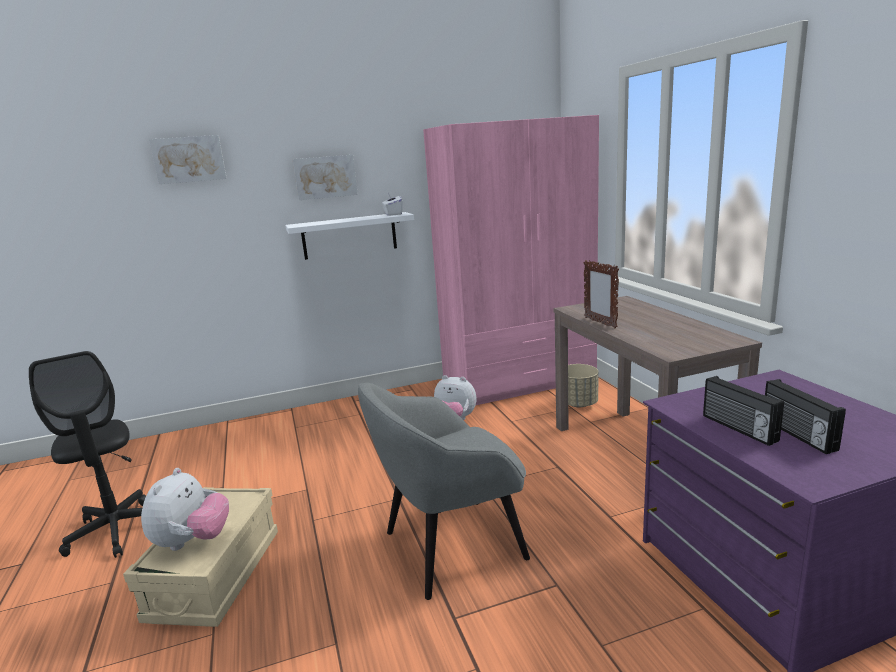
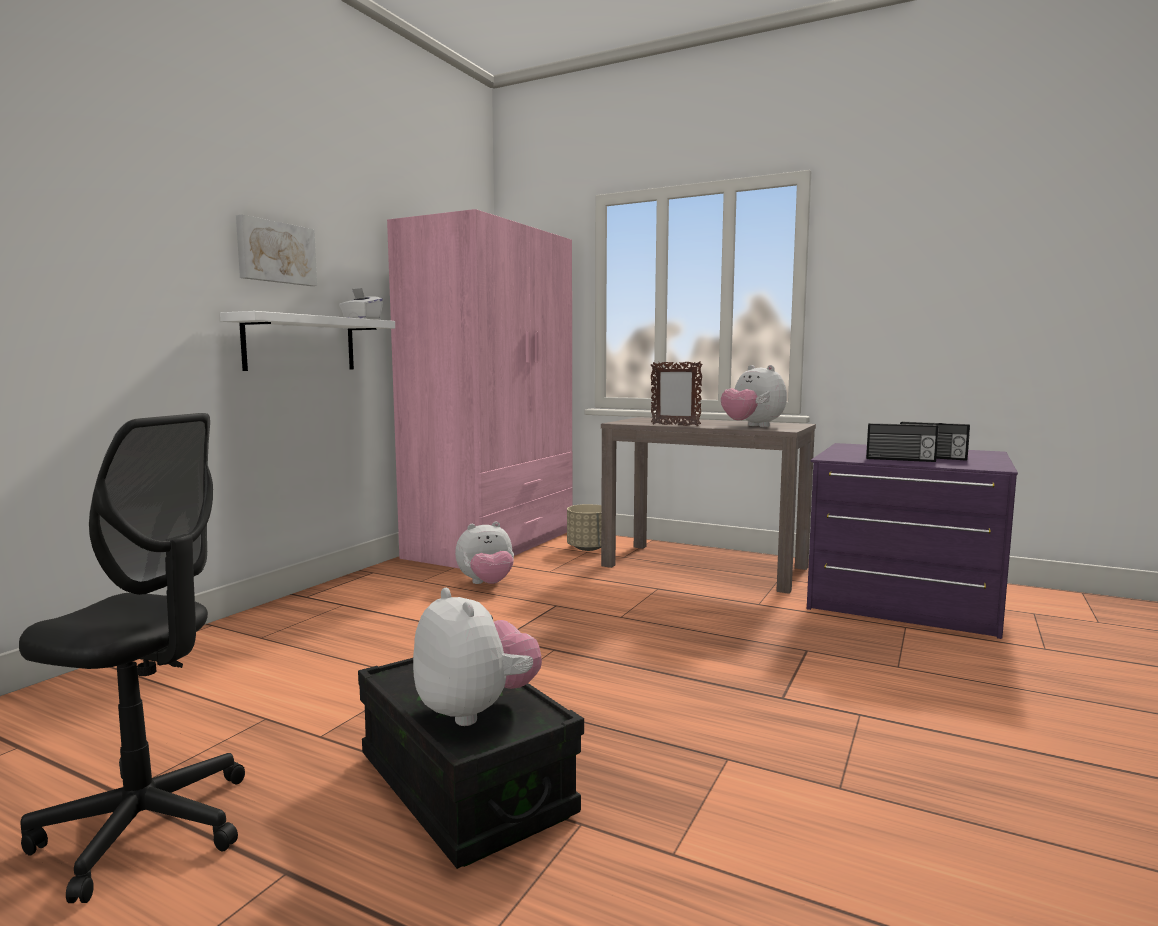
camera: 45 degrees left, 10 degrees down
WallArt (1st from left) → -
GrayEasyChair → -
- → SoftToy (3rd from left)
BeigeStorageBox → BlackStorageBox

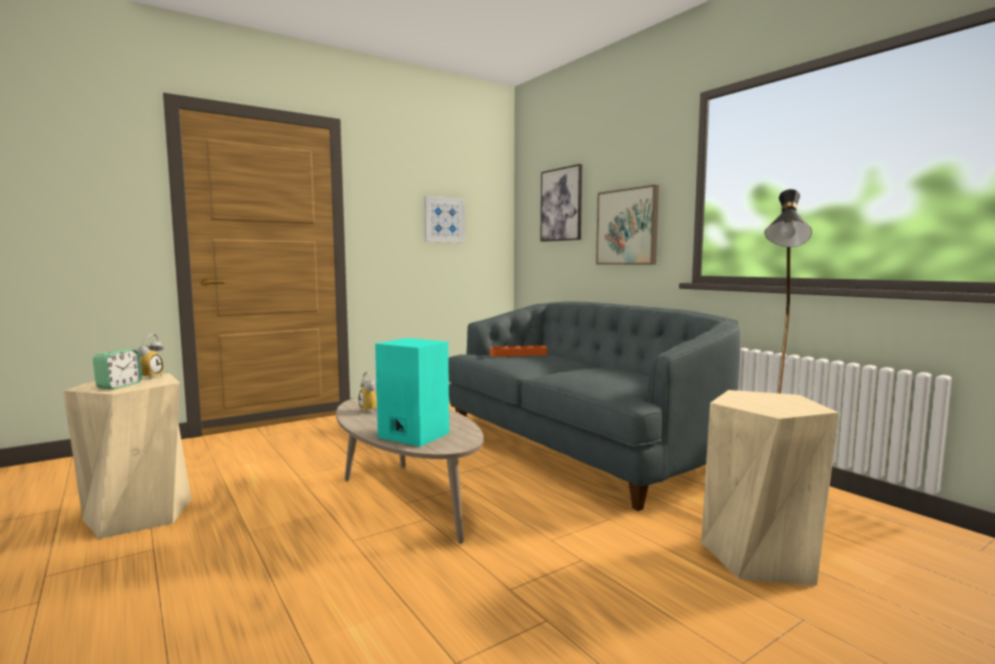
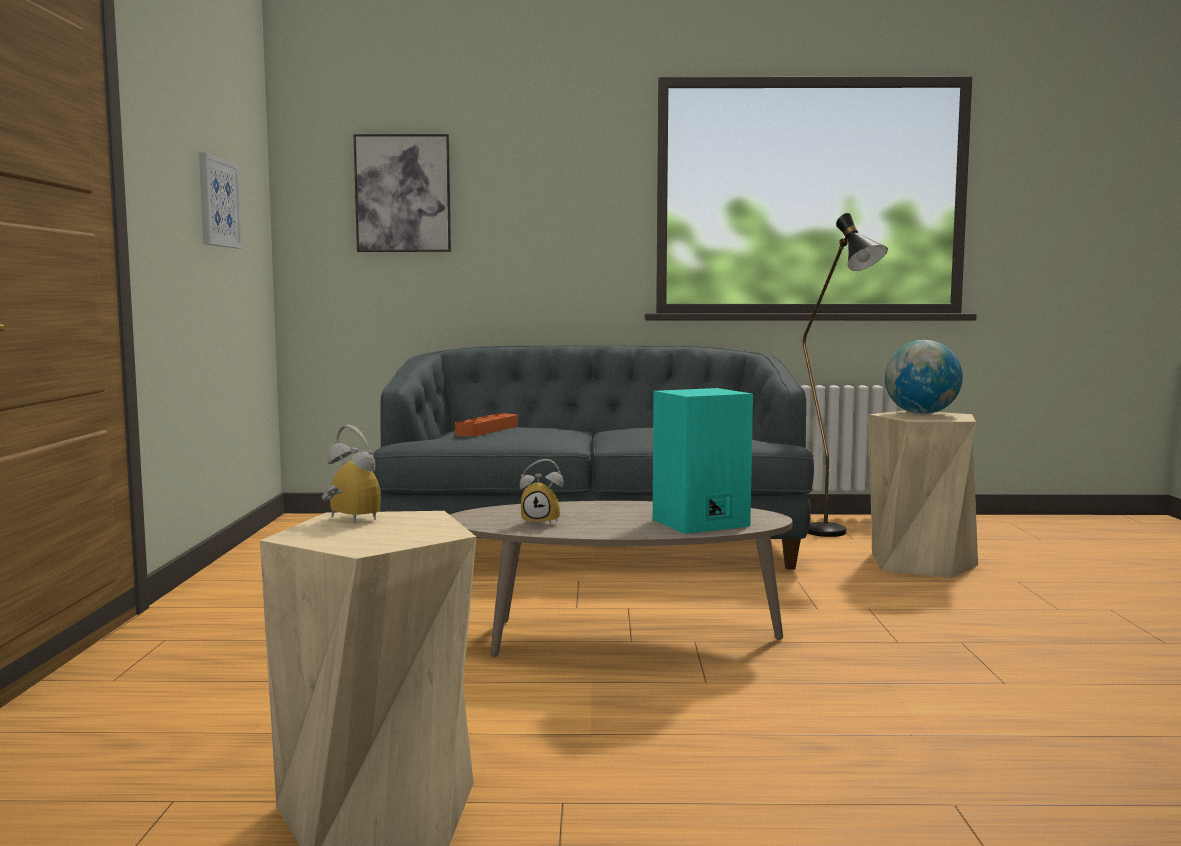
camera: 55 degrees left, 0 degrees up
TableClock (1st from left) → -
WallArt (3rd from left) → -
- → WorldGlobe

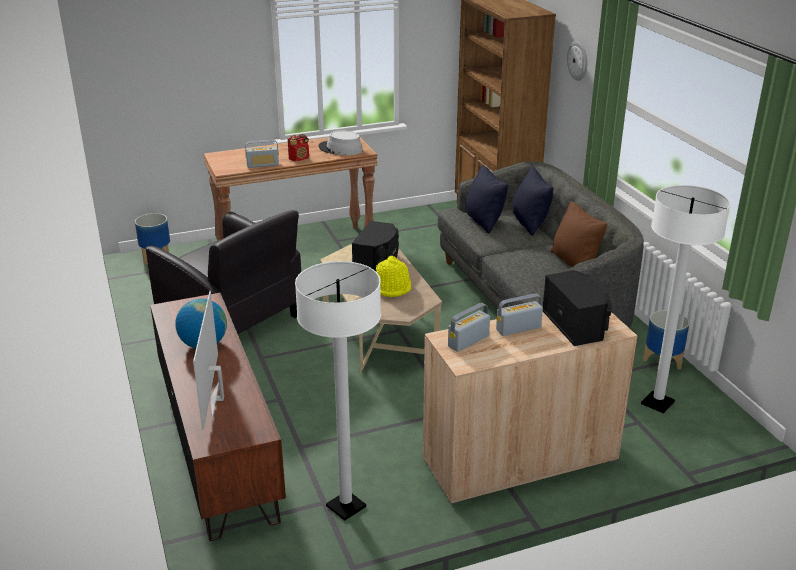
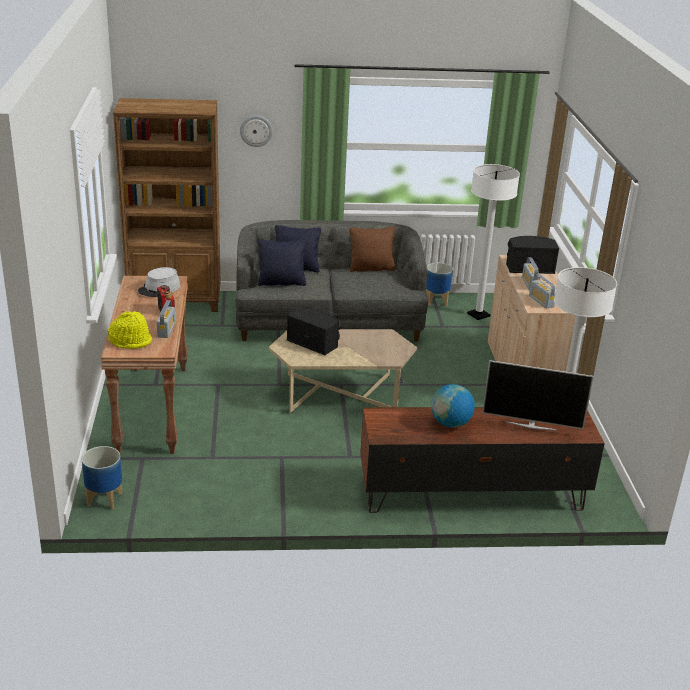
camera: 75 degrees left, 0 degrees up
BlackEasyChair → -
YellowishHat, moved

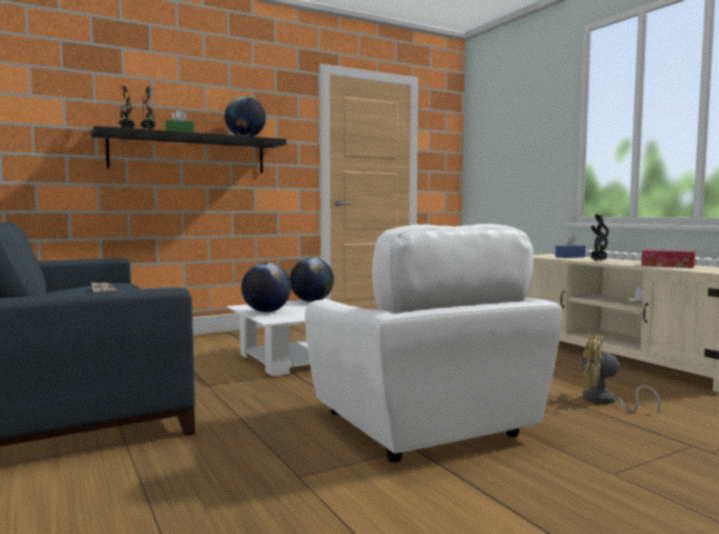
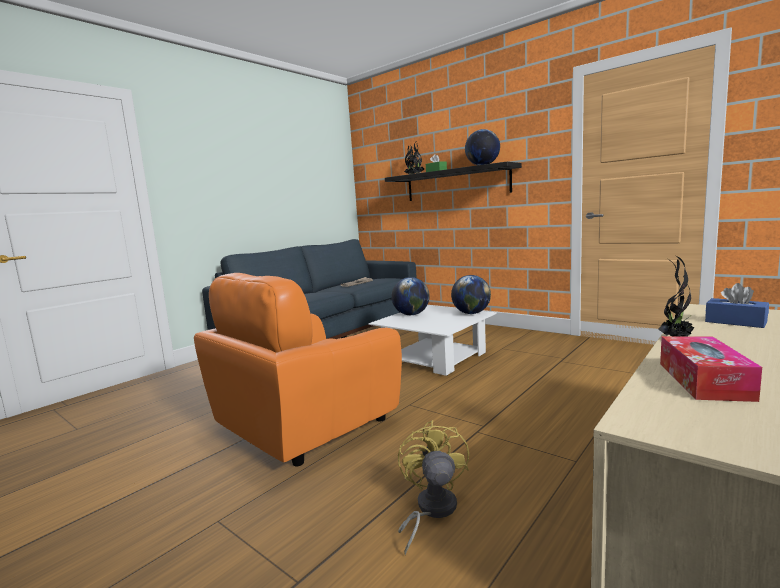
camera: 70 degrees right, 5 degrees up
WhitishEasyChair → OrangeColouredEasyChair

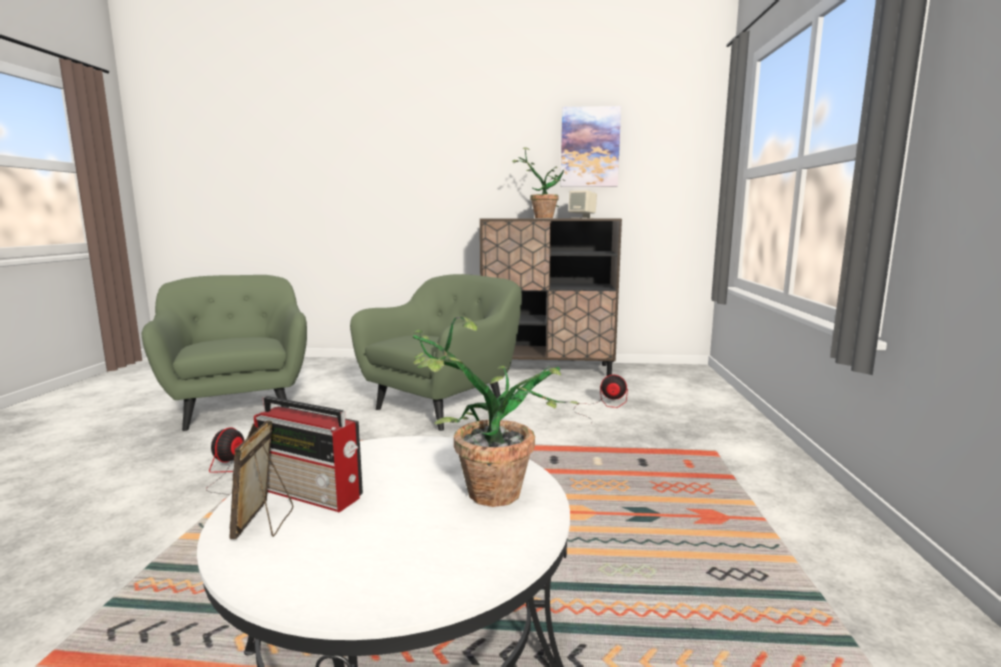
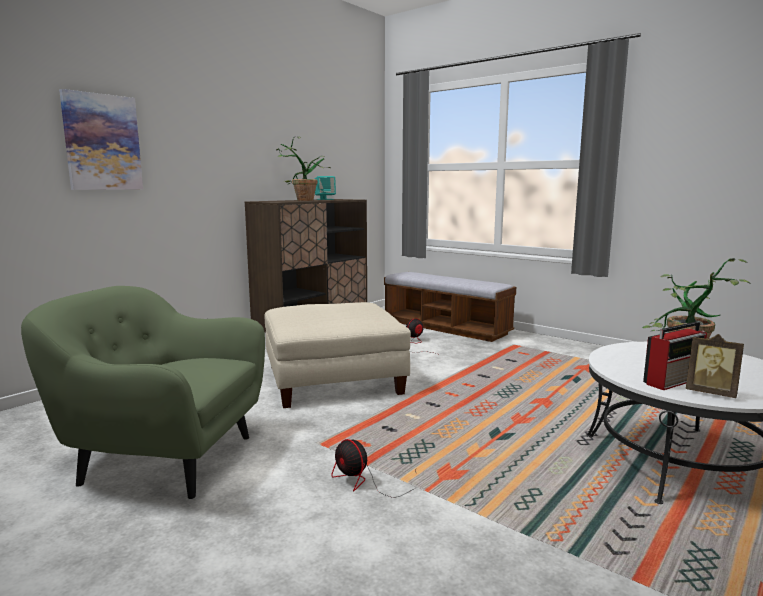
camera: 55 degrees left, 0 degrees up
- → Bench
WallArt, moved
GreenishEasyChair (2nd from left) → BeigeFootrest
BeigeAudioSpeaker → TurquoiseAudioSpeaker

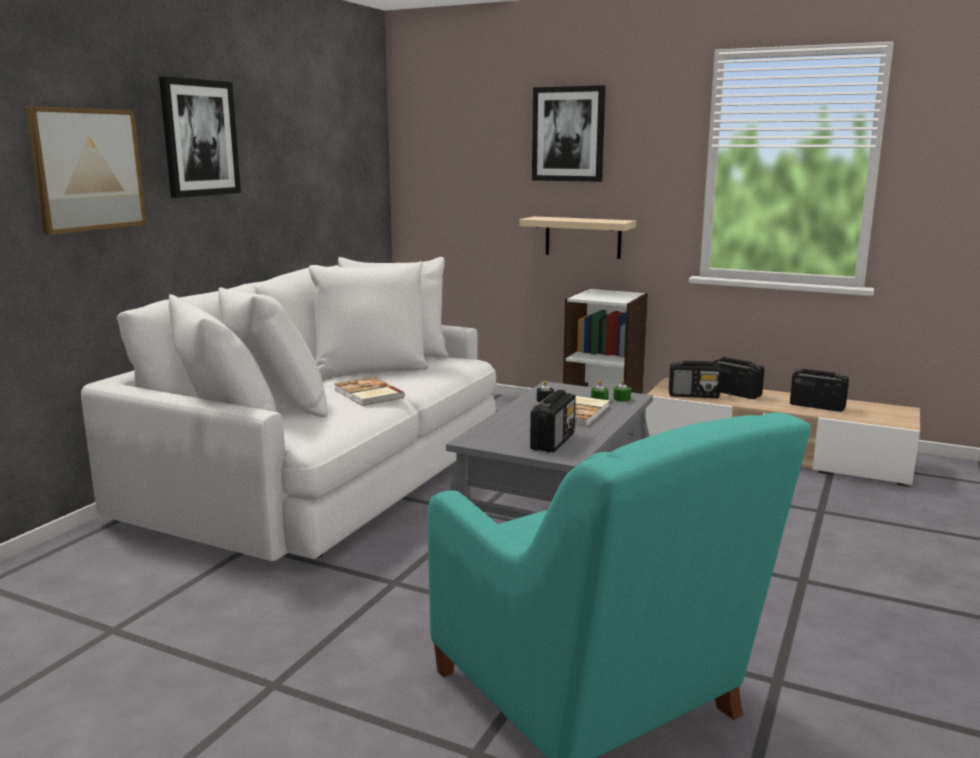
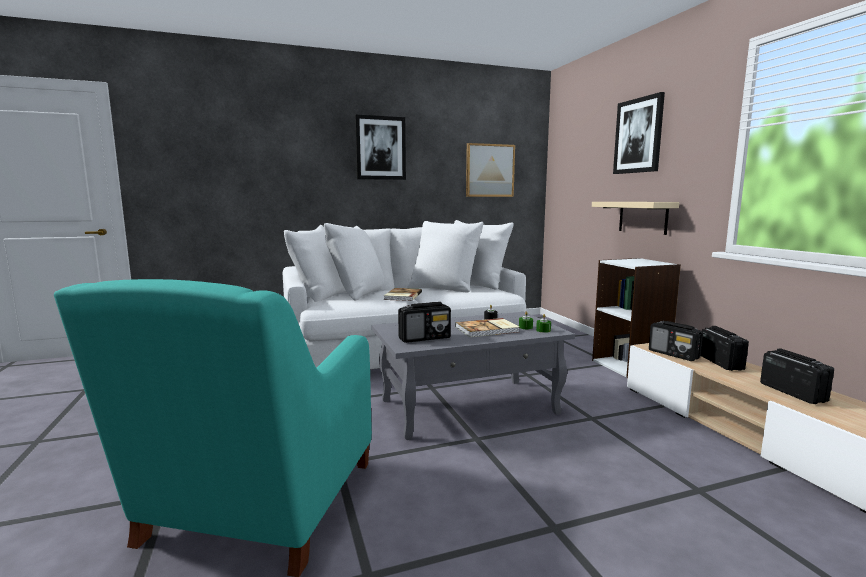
camera: 45 degrees right, 5 degrees down
WallArt (1st from left in the first image) → WallArt (2nd from left), moved

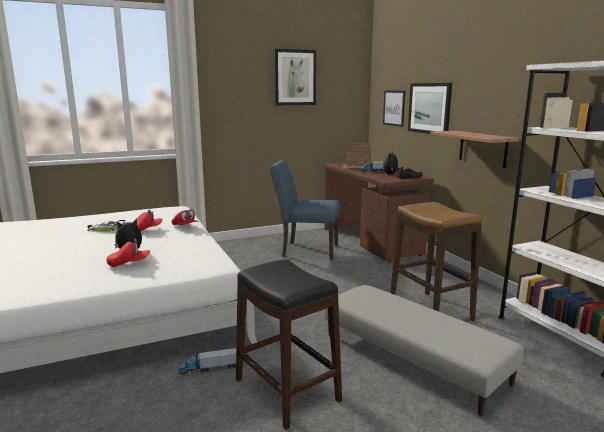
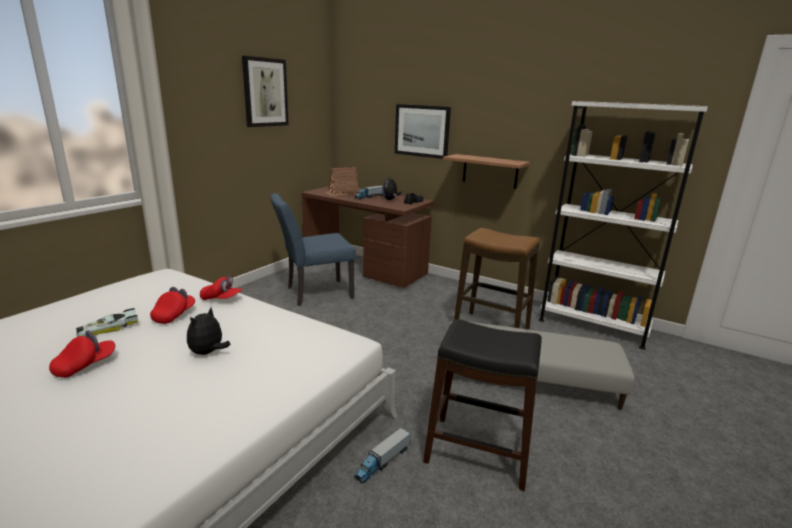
camera: 35 degrees left, 5 degrees up
WallArt (2nd from left) → -
RedColouredCap (1st from left), moved

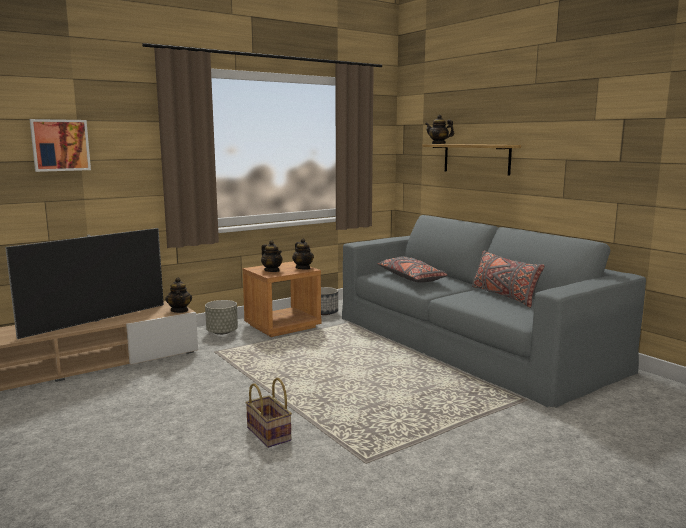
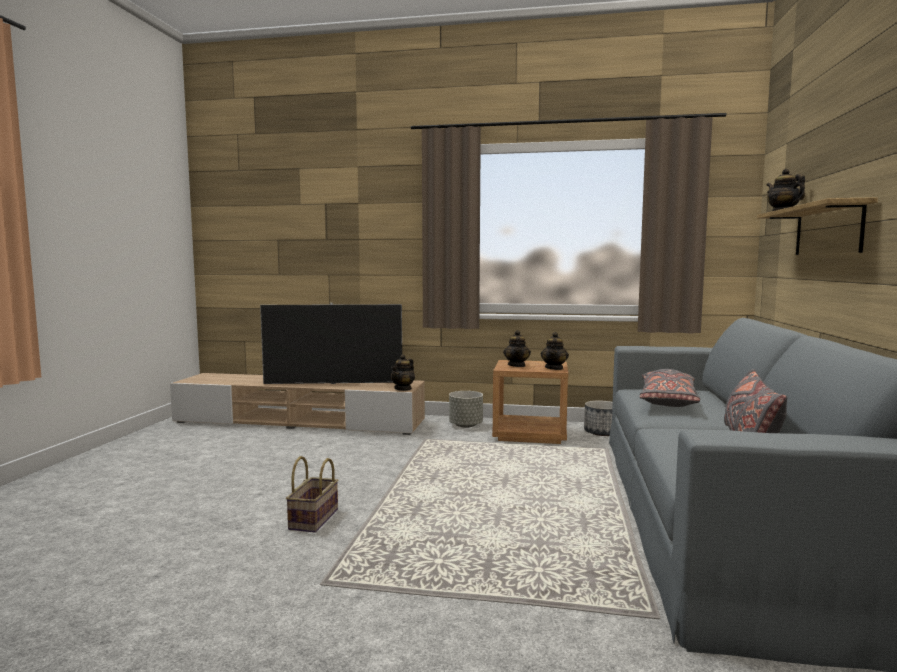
camera: 45 degrees right, 5 degrees down
WallArt → -

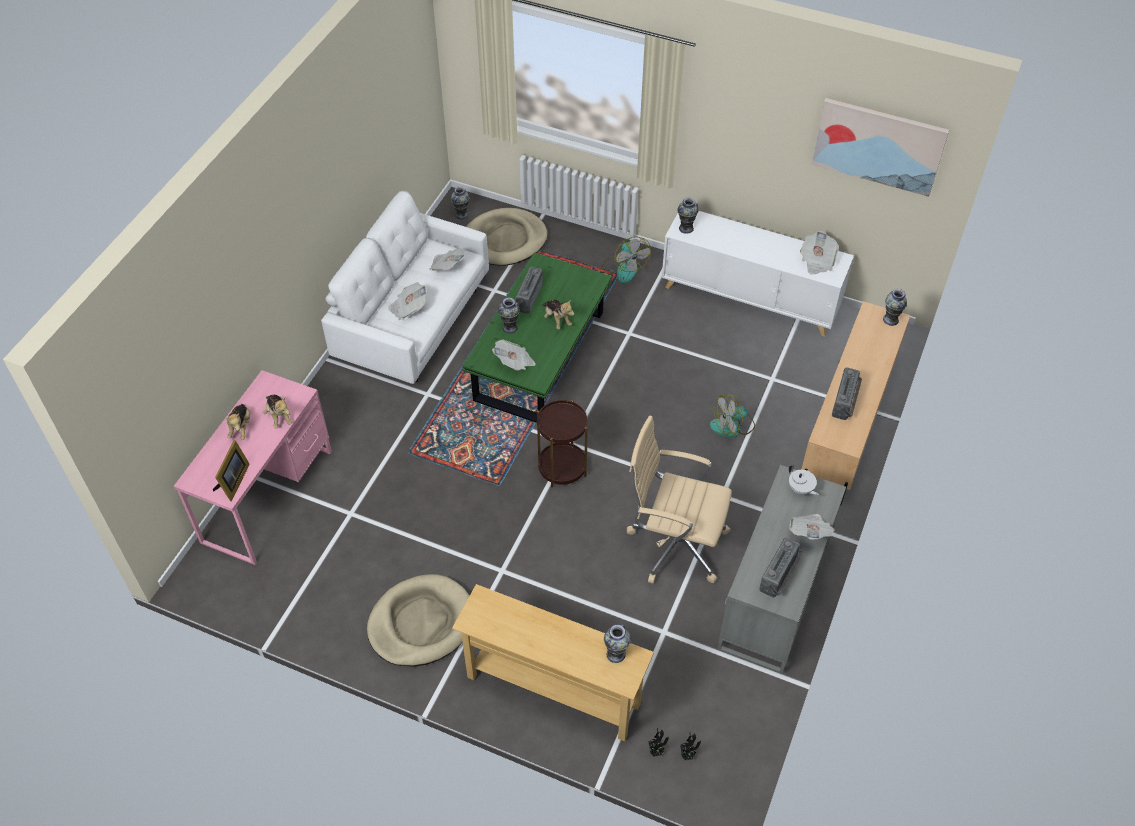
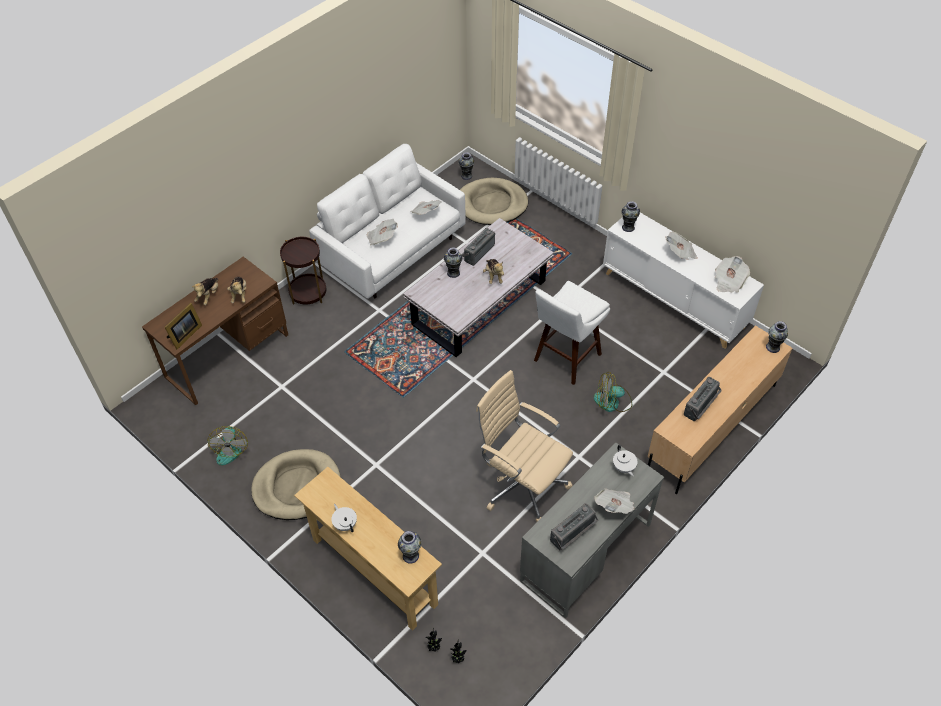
camera: 20 degrees right, 0 degrees up
WallArt → -
- → WhitishTeaPot (1st from left)
- → WhitishStoolSeat
DailyPaper (3rd from left in the first image) → DailyPaper (4th from left), moved
BrownEndTable, moved
Fan (1st from left), moved
PinkishDesk → BrownDesk
GreenishLowTable → WhitishLowTable

